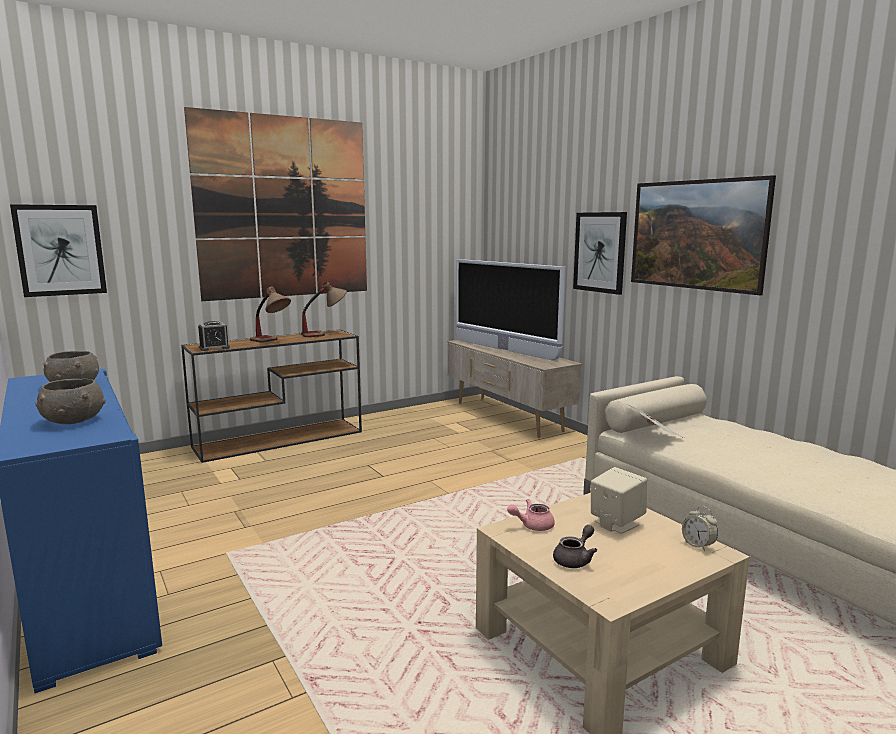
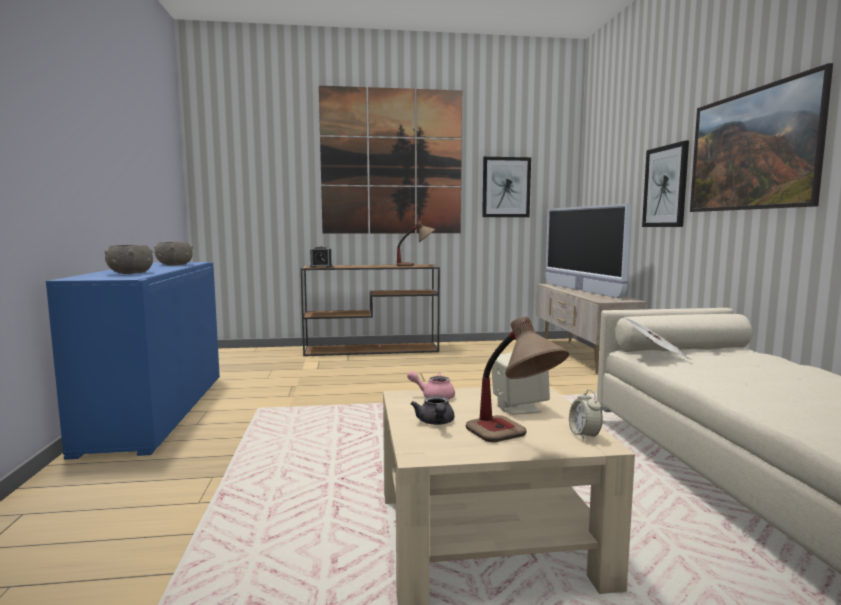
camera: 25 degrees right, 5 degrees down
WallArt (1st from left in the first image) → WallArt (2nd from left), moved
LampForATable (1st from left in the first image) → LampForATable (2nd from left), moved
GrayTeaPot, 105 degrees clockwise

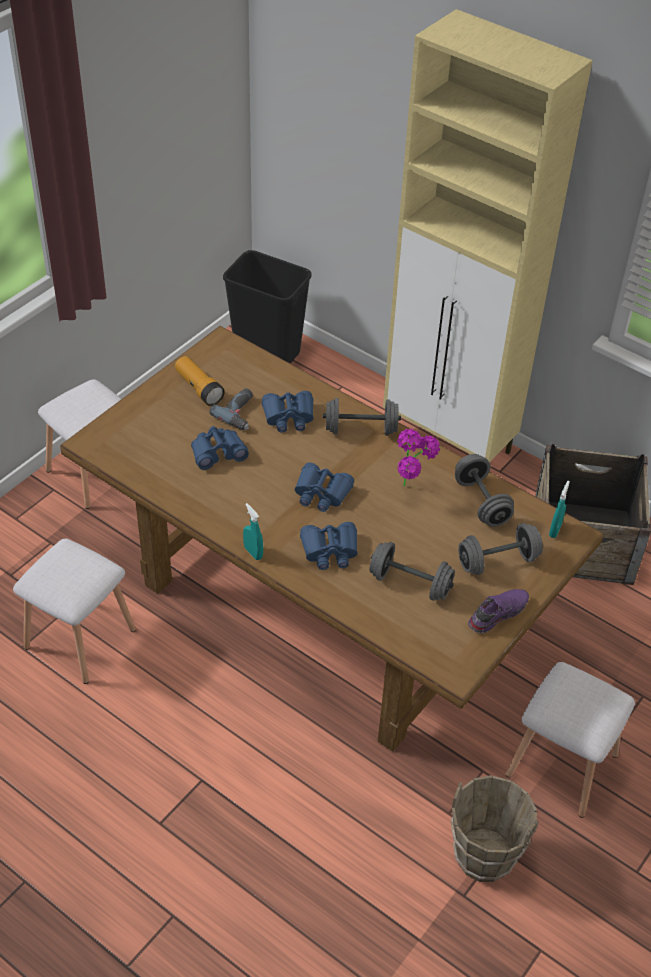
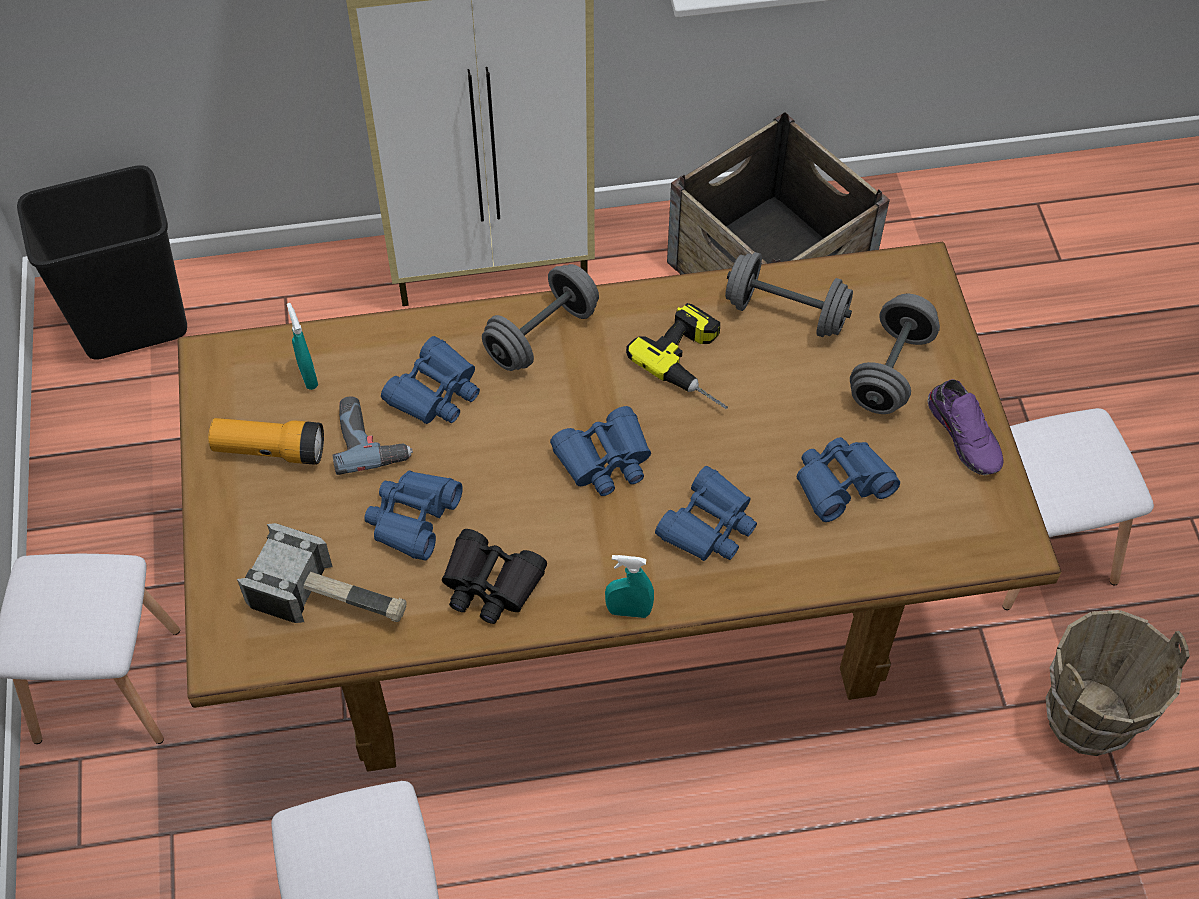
camera: 45 degrees left, 10 degrees up
- → ToolHammer
- → BlackPairOfBinoculars
TurquoiseSprayBottle (2nd from left in the first image) → TurquoiseSprayBottle (1st from left), moved
GrayHandWeight (2nd from left) → BluePairOfBinoculars (5th from left)
Houseplant → Drill (2nd from left)
PurpleColouredItemOfFootwear, 150 degrees clockwise

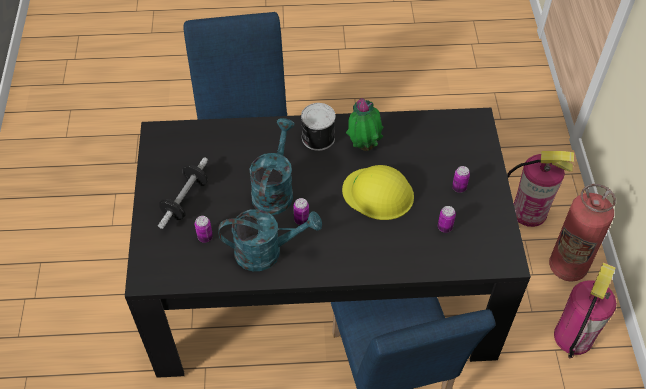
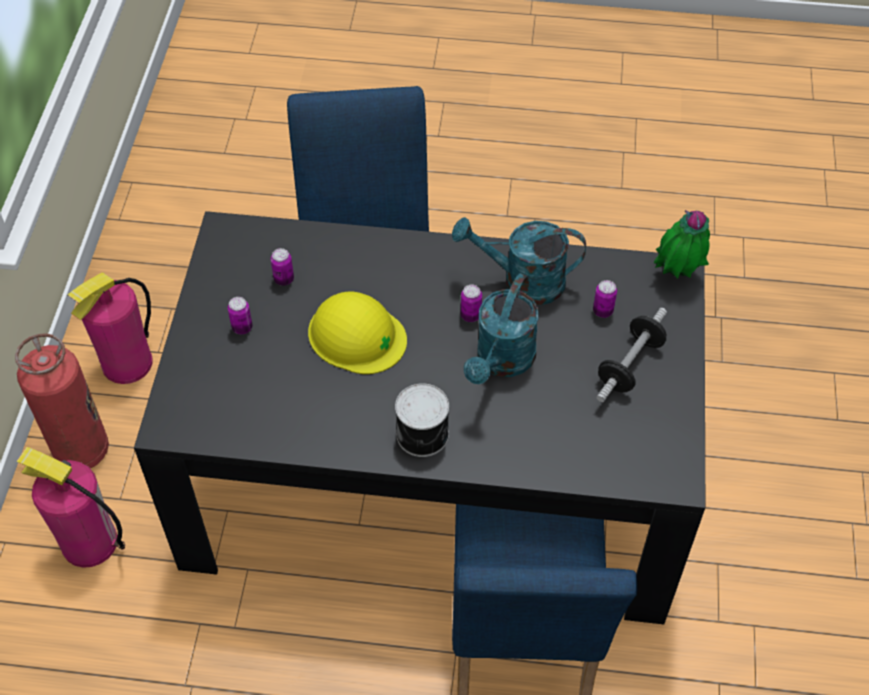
camera: 170 degrees left, 0 degrees up
Houseplant, moved

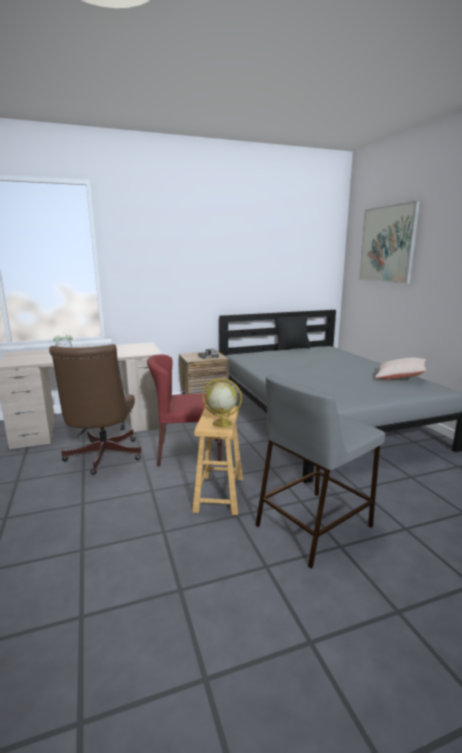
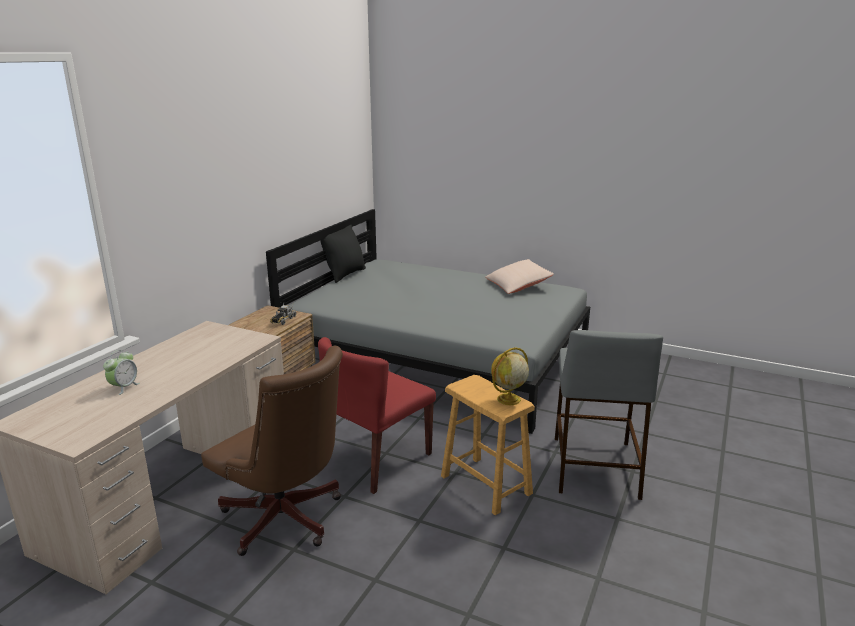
camera: 45 degrees left, 5 degrees up
WallArt → -

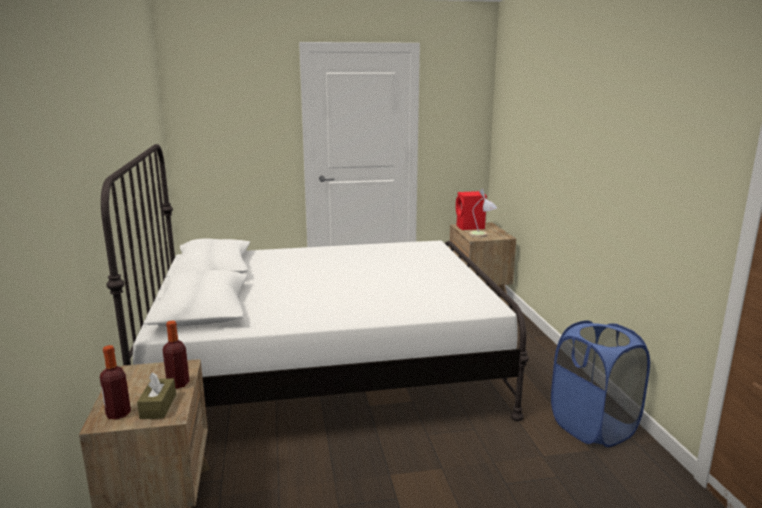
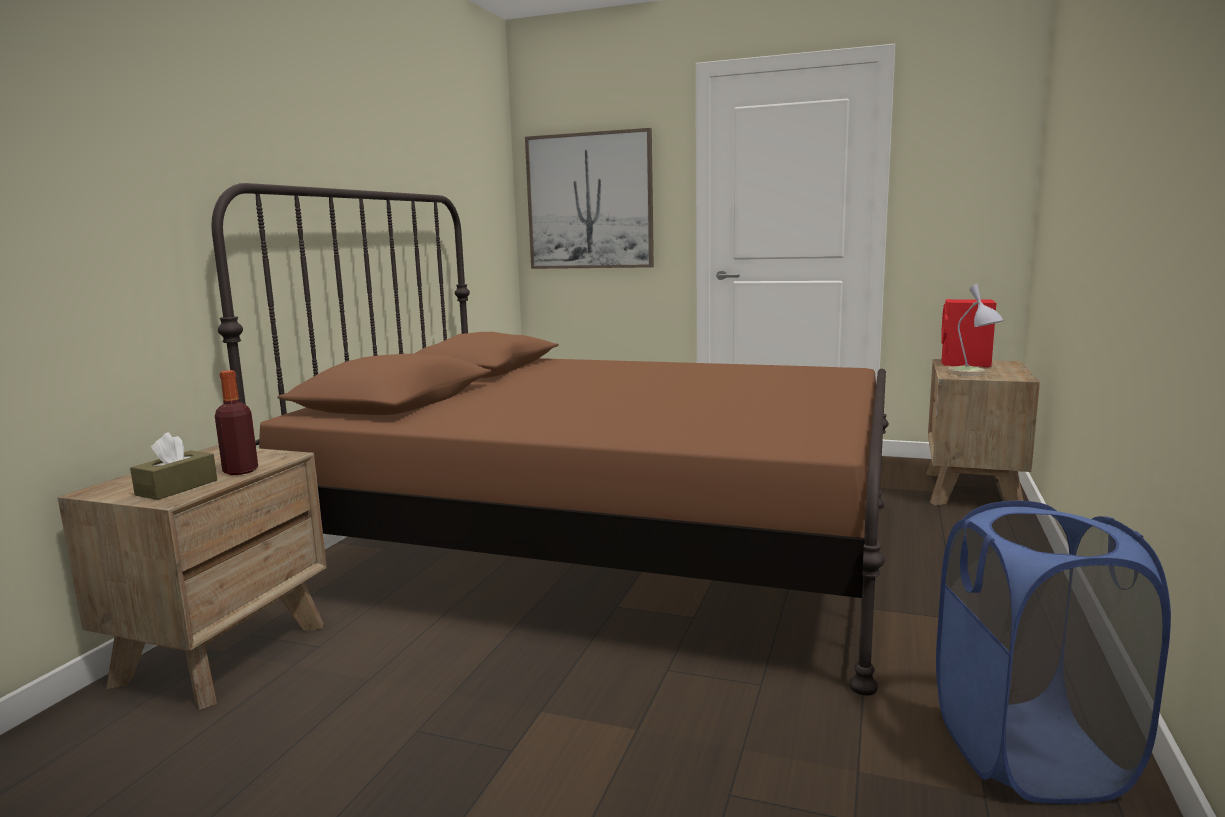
camera: 30 degrees right, 5 degrees down
DrinkBottle (1st from left) → -
- → WallArt
WhitishBed → BrownBed

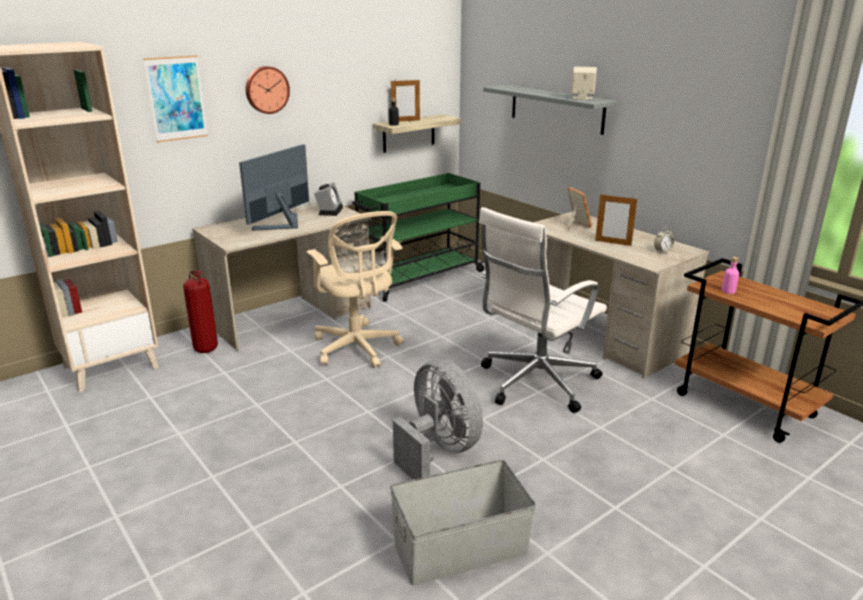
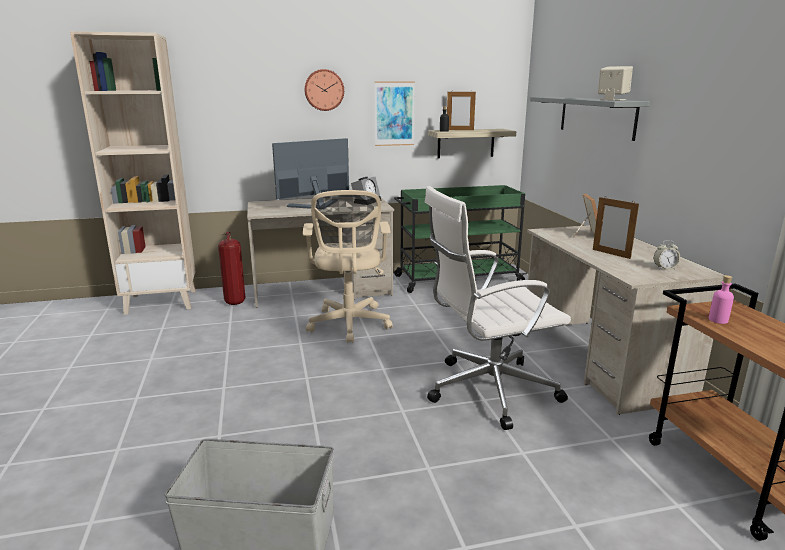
camera: 25 degrees right, 5 degrees down
GrayFan → -
WallArt, moved

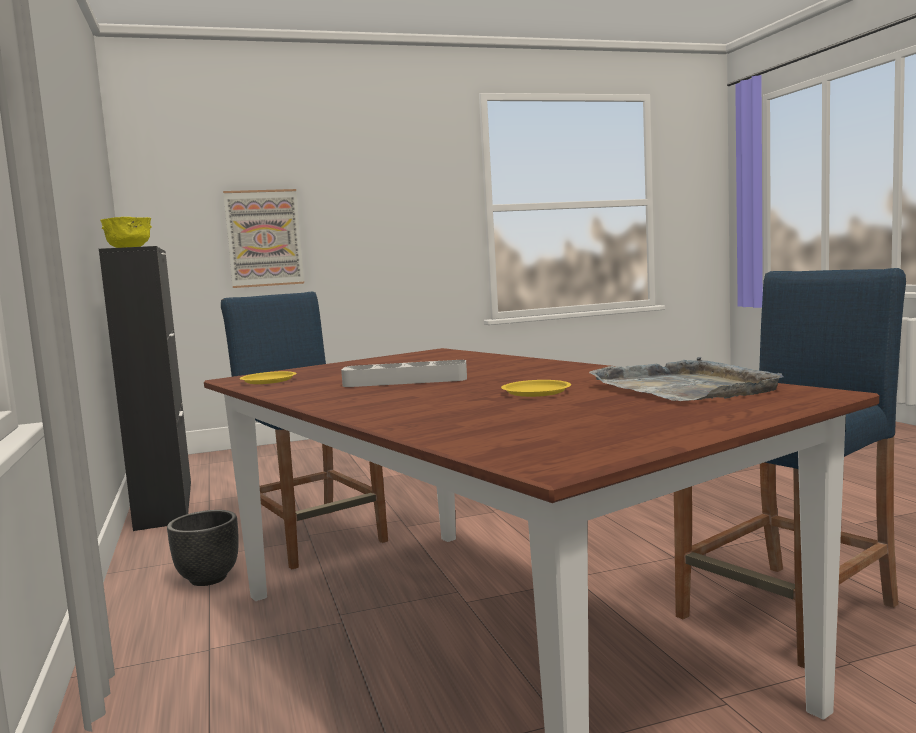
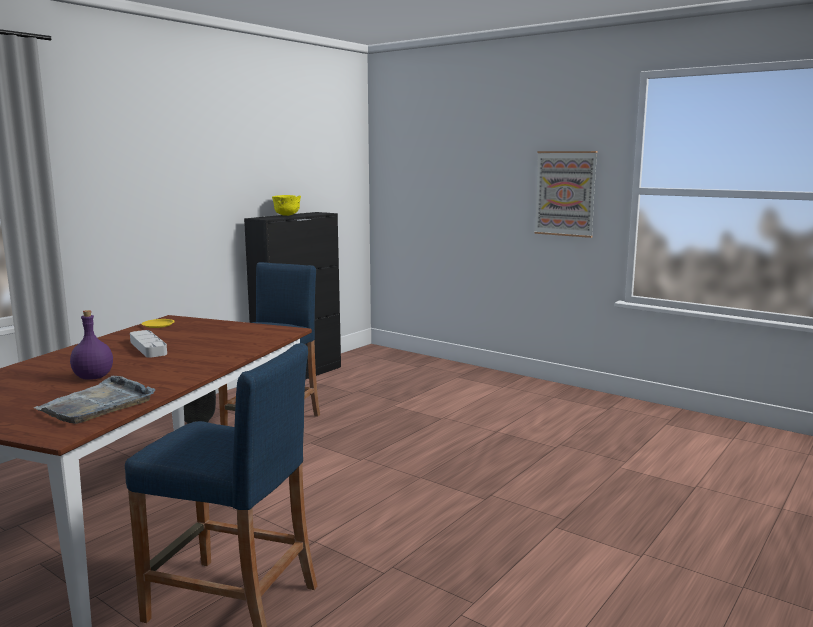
camera: 55 degrees right, 5 degrees up
WallArt, moved
YellowishPlate (2nd from left) → PurpleColouredDrinkBottle

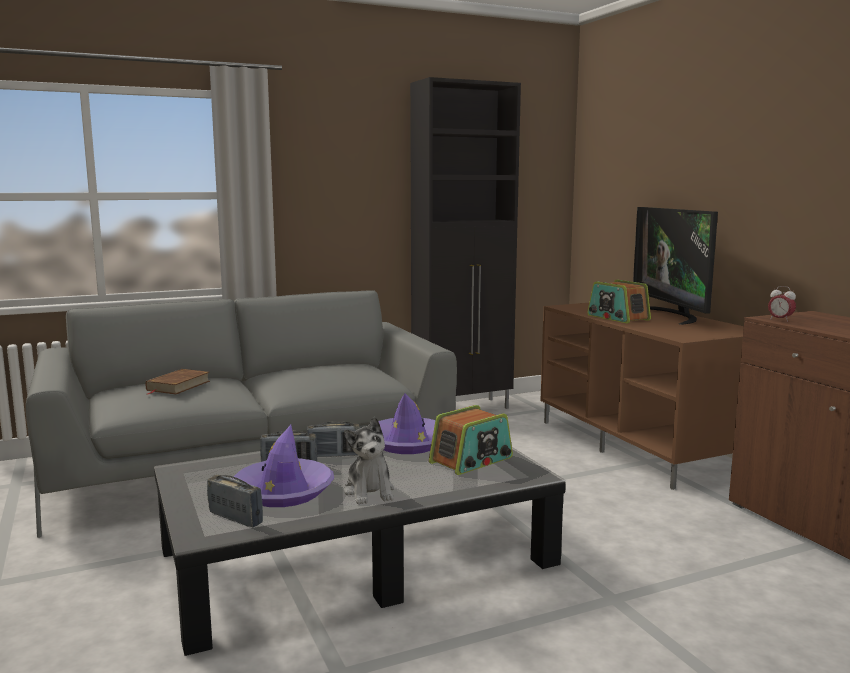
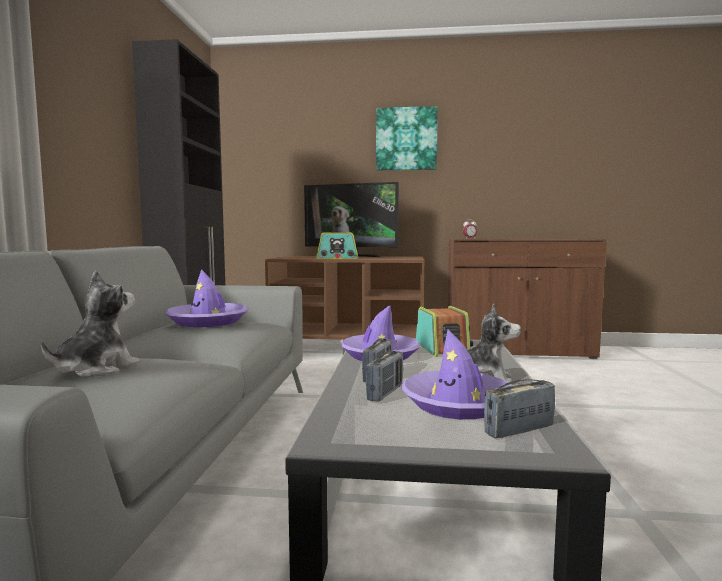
camera: 60 degrees left, 5 degrees down
- → PurpleColouredHat (1st from left)
- → WallArt
BrownBoundBook → SoftToy (1st from left)

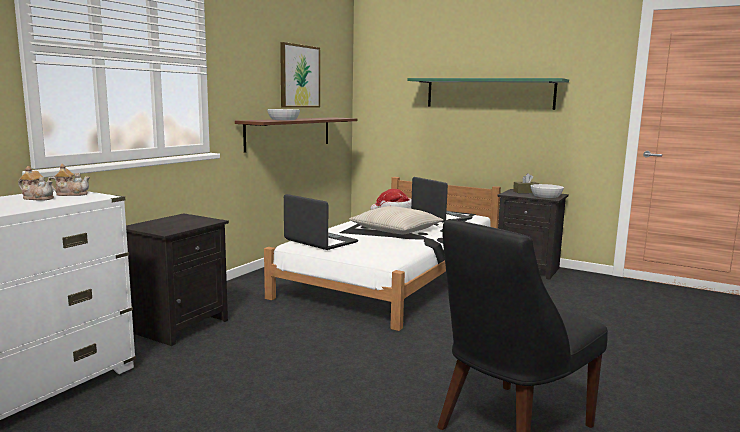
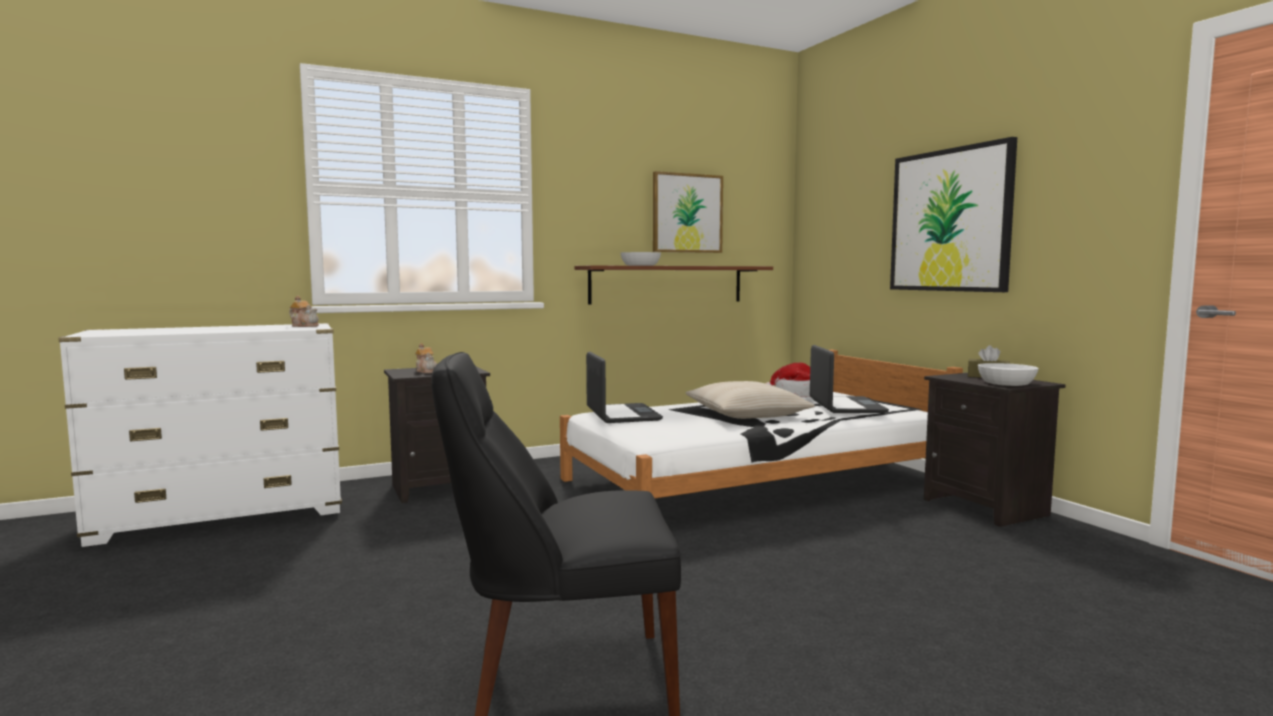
camera: 35 degrees right, 5 degrees down
TeaPot (1st from left in the first image) → TeaPot (2nd from left), moved
GreenishWallShelf → WallArt (2nd from left)

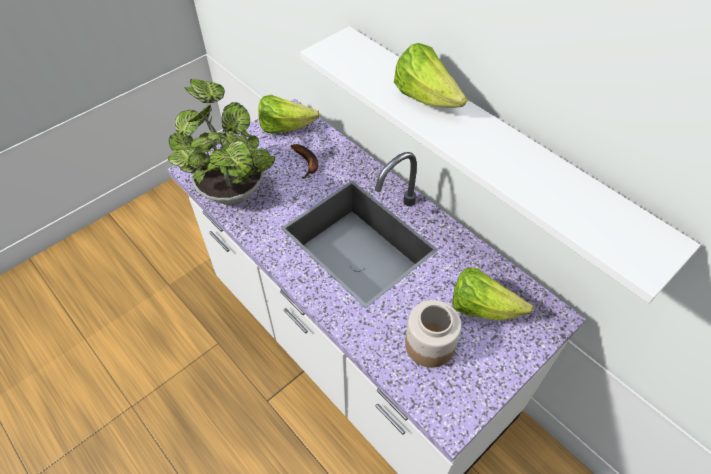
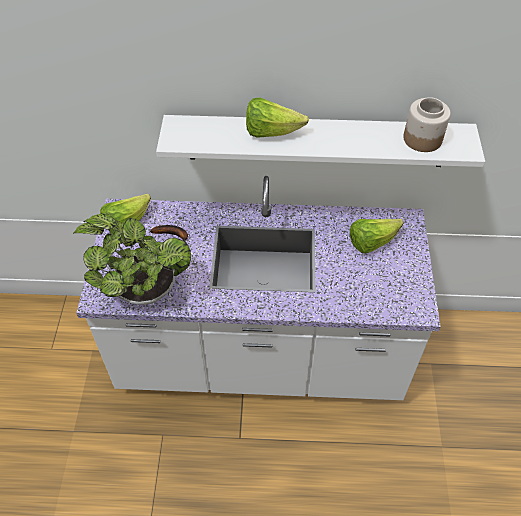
camera: 45 degrees left, 0 degrees up
StorageJar, moved

